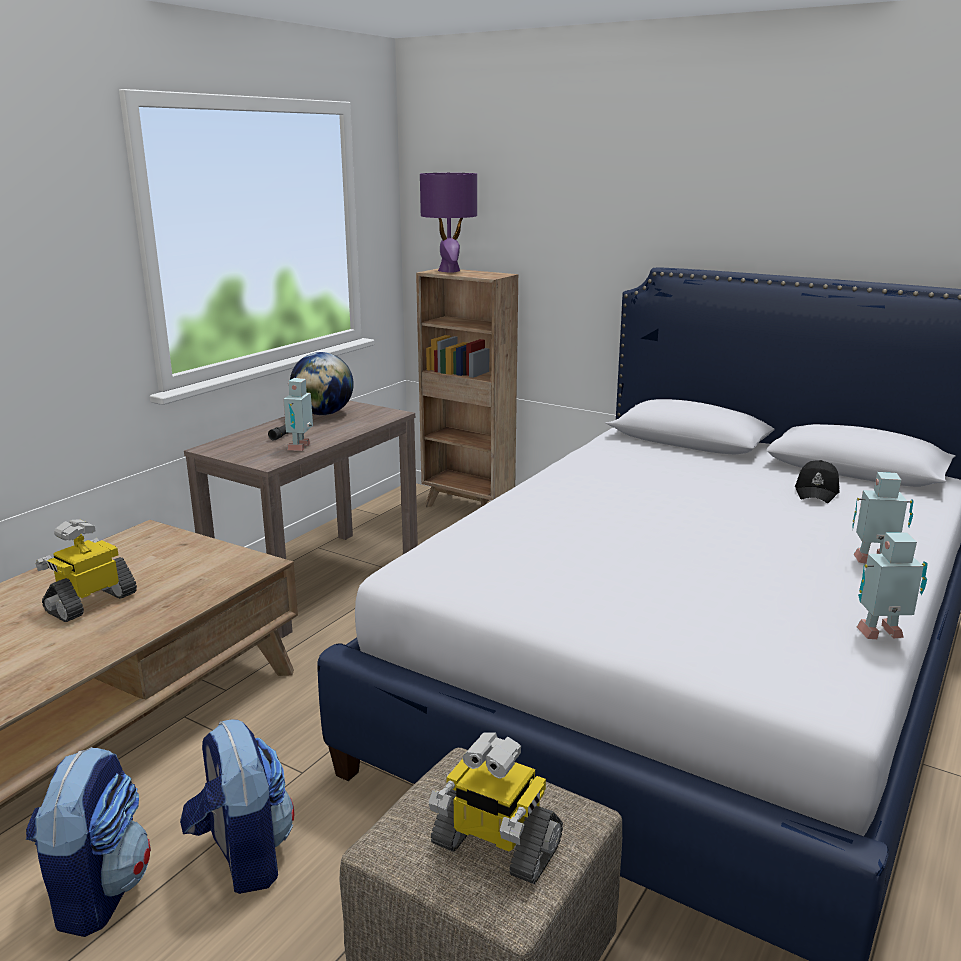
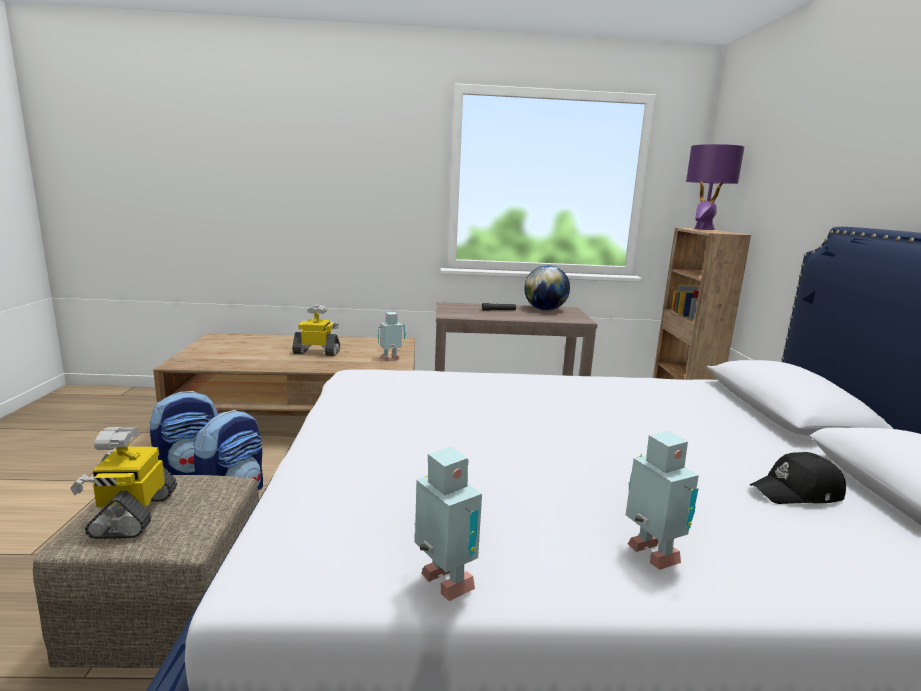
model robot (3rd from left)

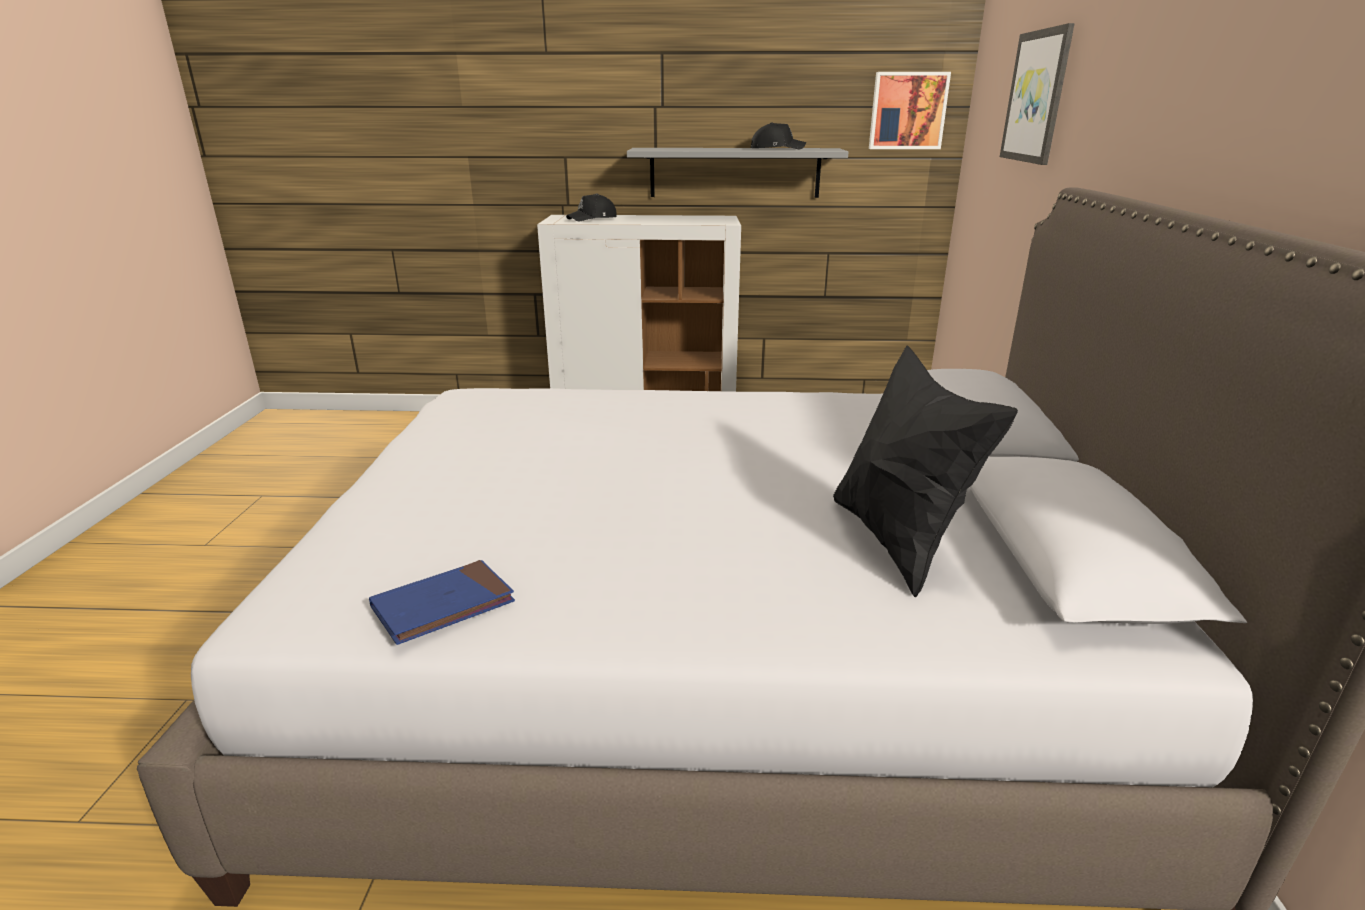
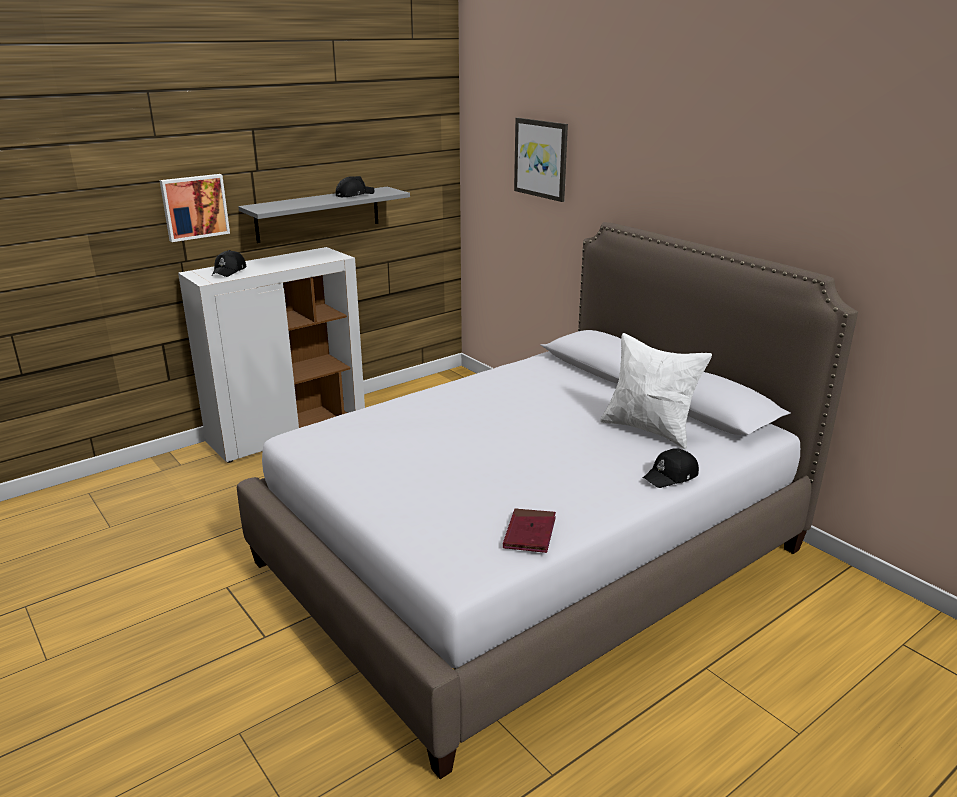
baseball cap/blackish (3rd from left)
picture (1st from left)
bound book/reddish
throw pillow/whitish

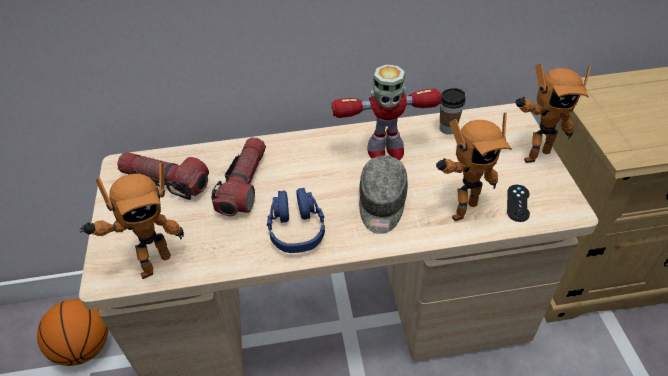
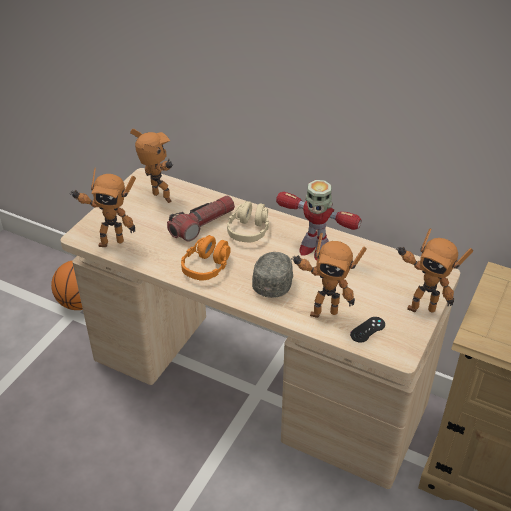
cup
pair of headphones/beige-coloured
model robot (2nd from left)
pair of headphones/orangey
baseball cap/gray

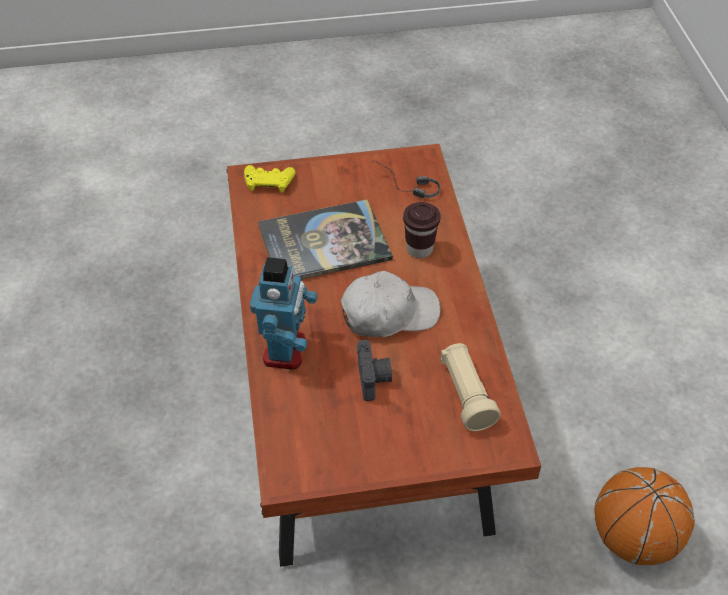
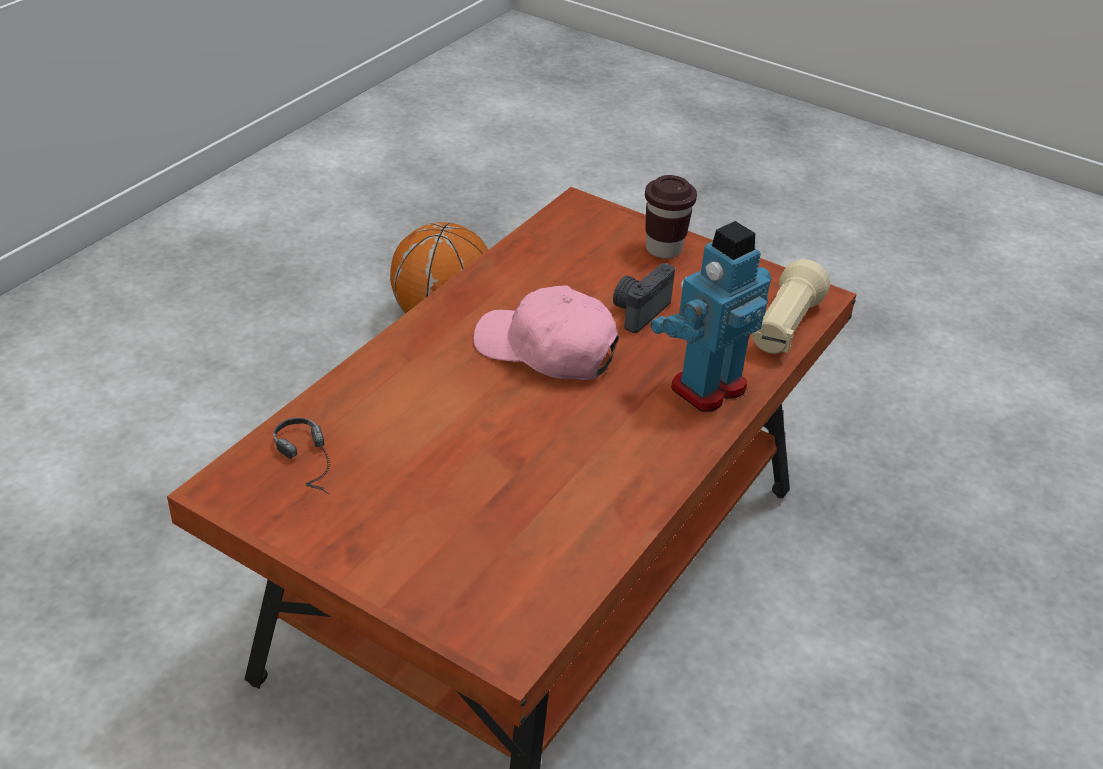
game controller/yellow
bound book
cup/brownish
hand torch/beige-coloured
baseball cap/pink

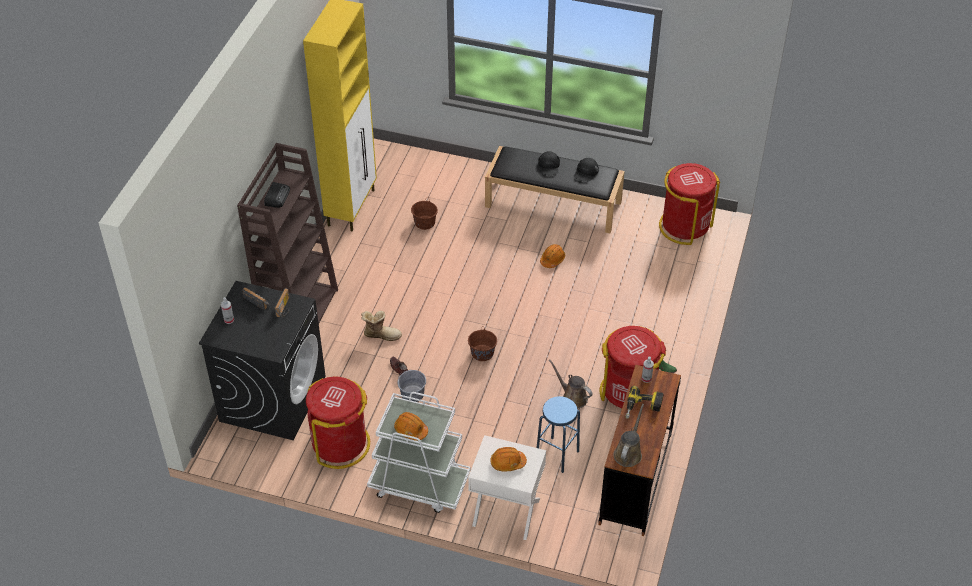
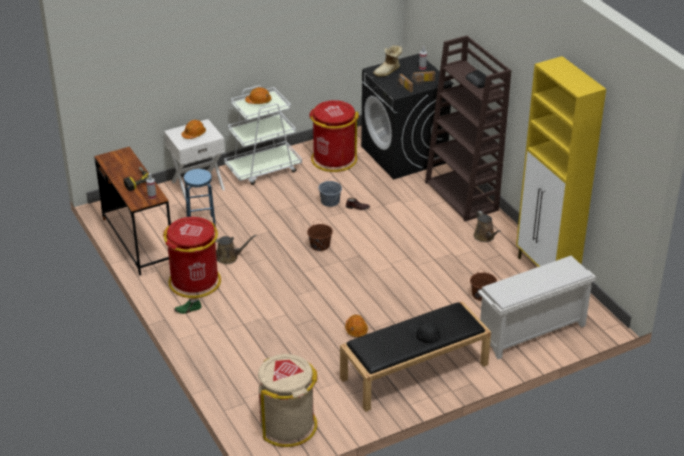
baseball cap/blackish (2nd from left in the first image)
shoe stand/whitish
high-top boot
watering can/brownish (2nd from left)
waste bin/beige-coloured

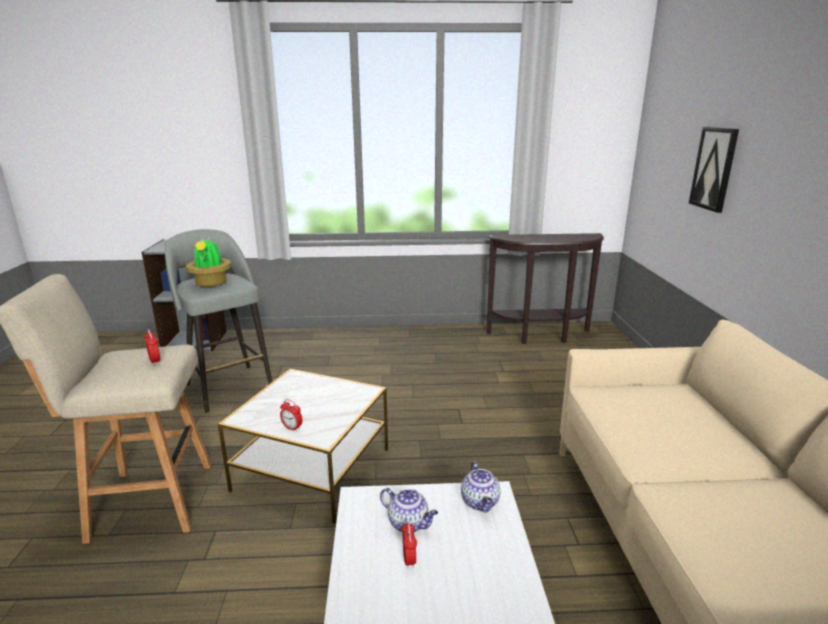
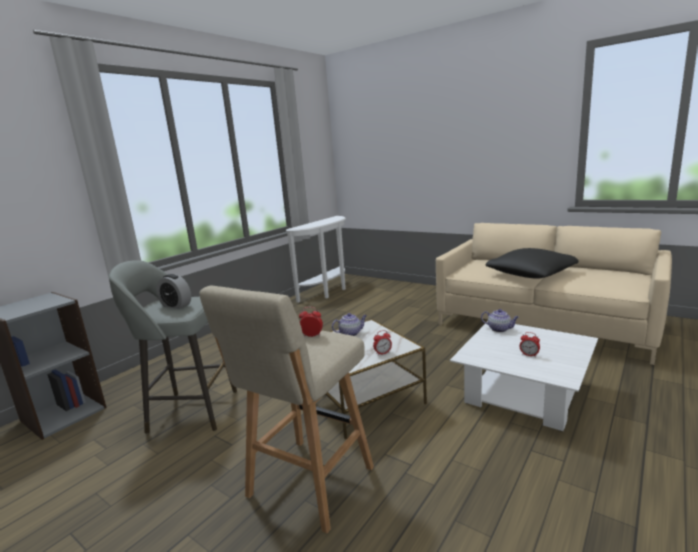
picture
throw pillow/blackish
tea pot (1st from left)
alarm clock (1st from left)
hall table/whitish

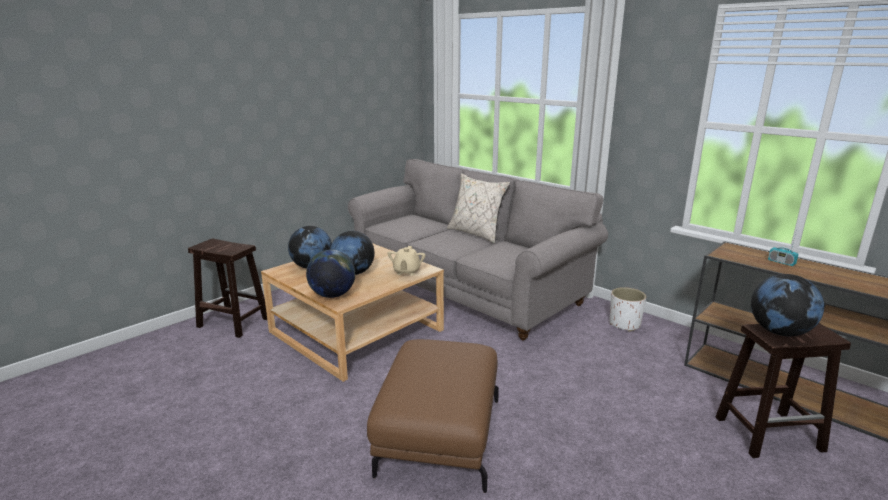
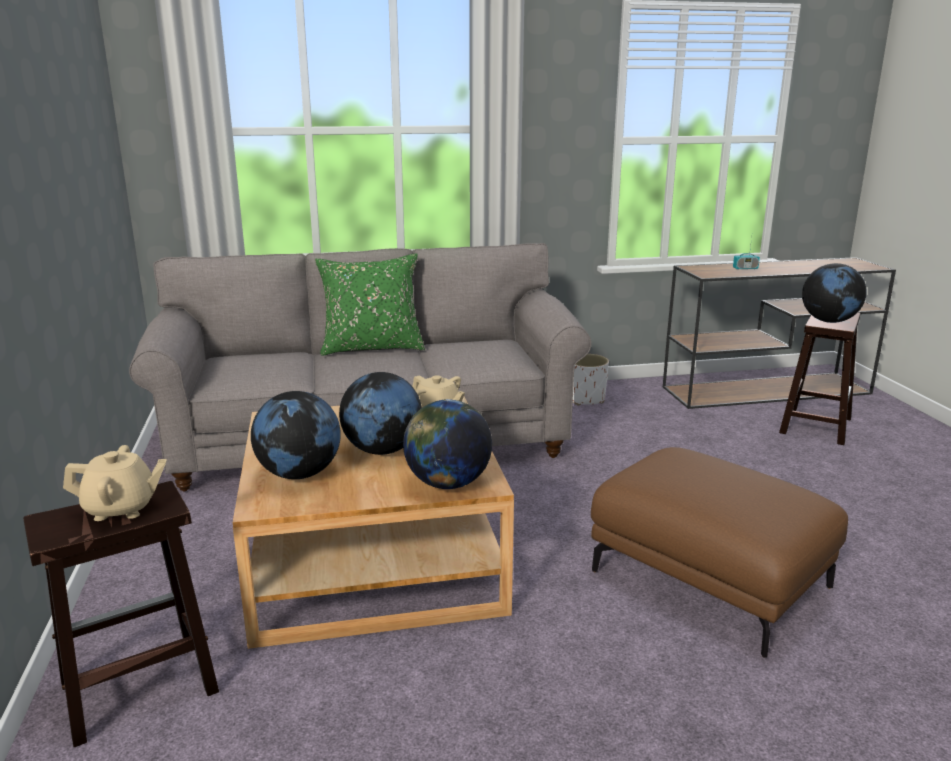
tea pot/beige-coloured (1st from left)
throw pillow/greenish

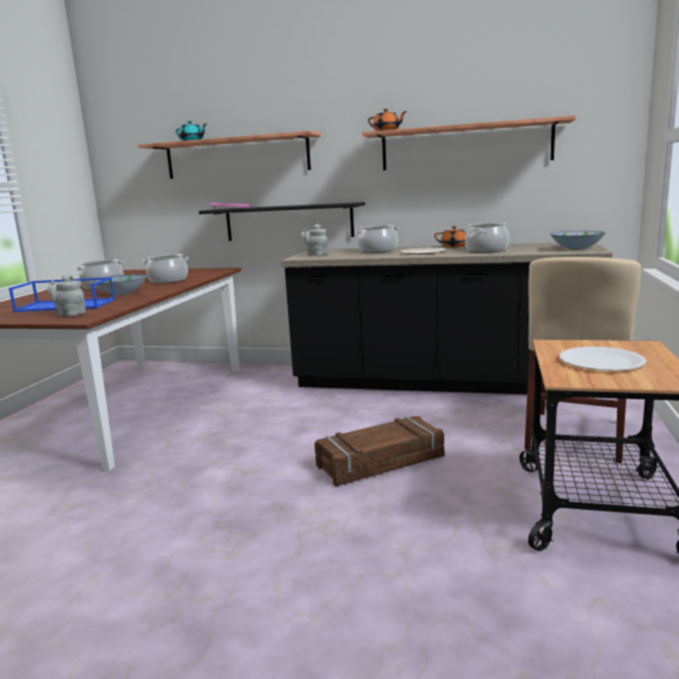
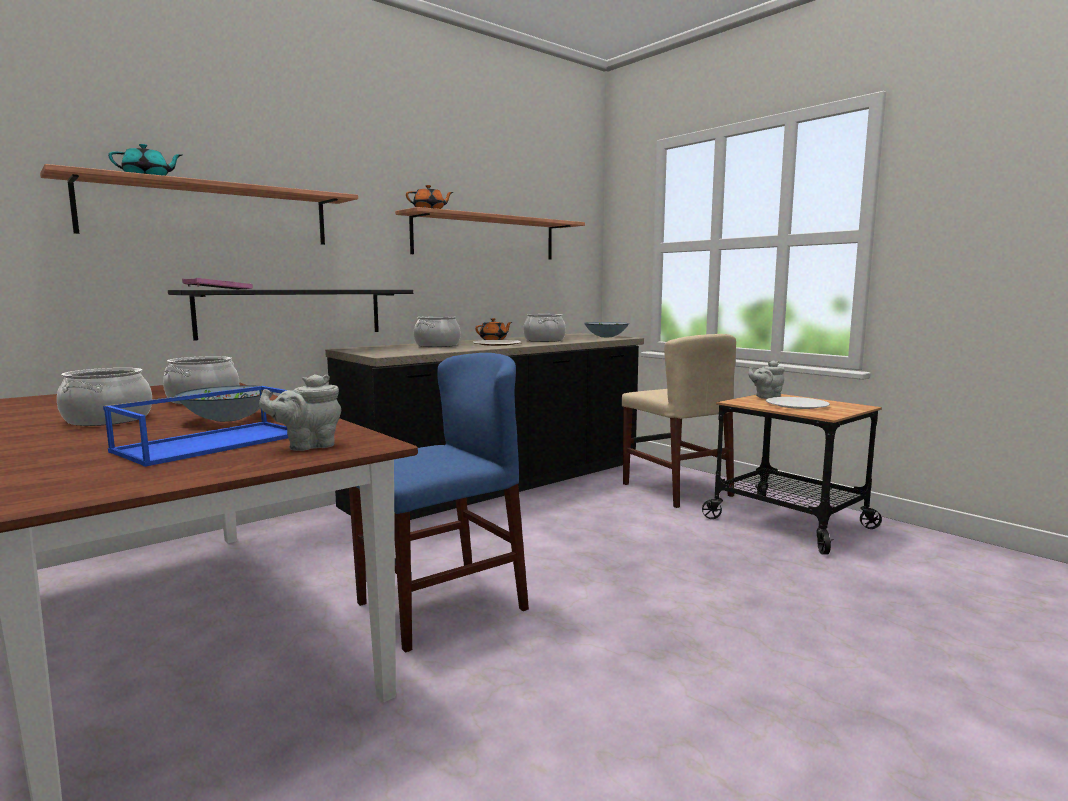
crate
chair/blue-coloured
tea pot/gray (2nd from left)

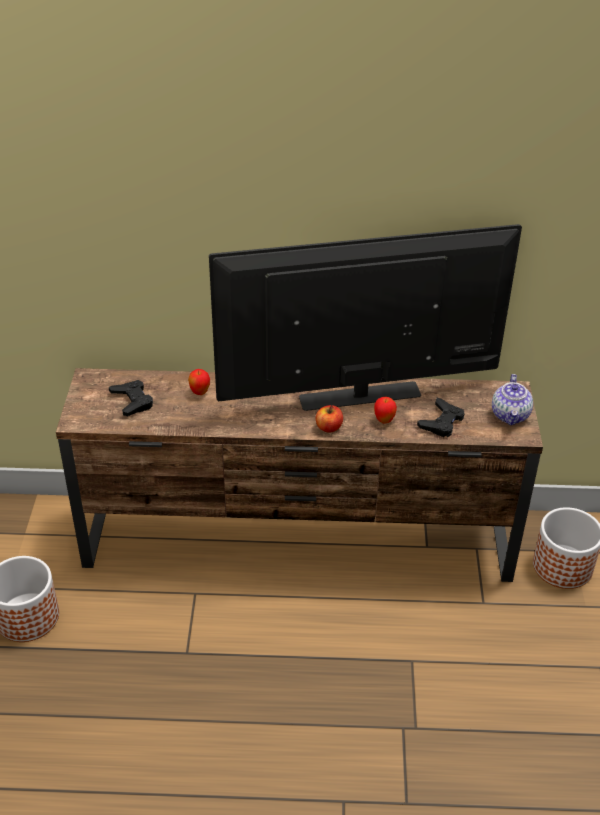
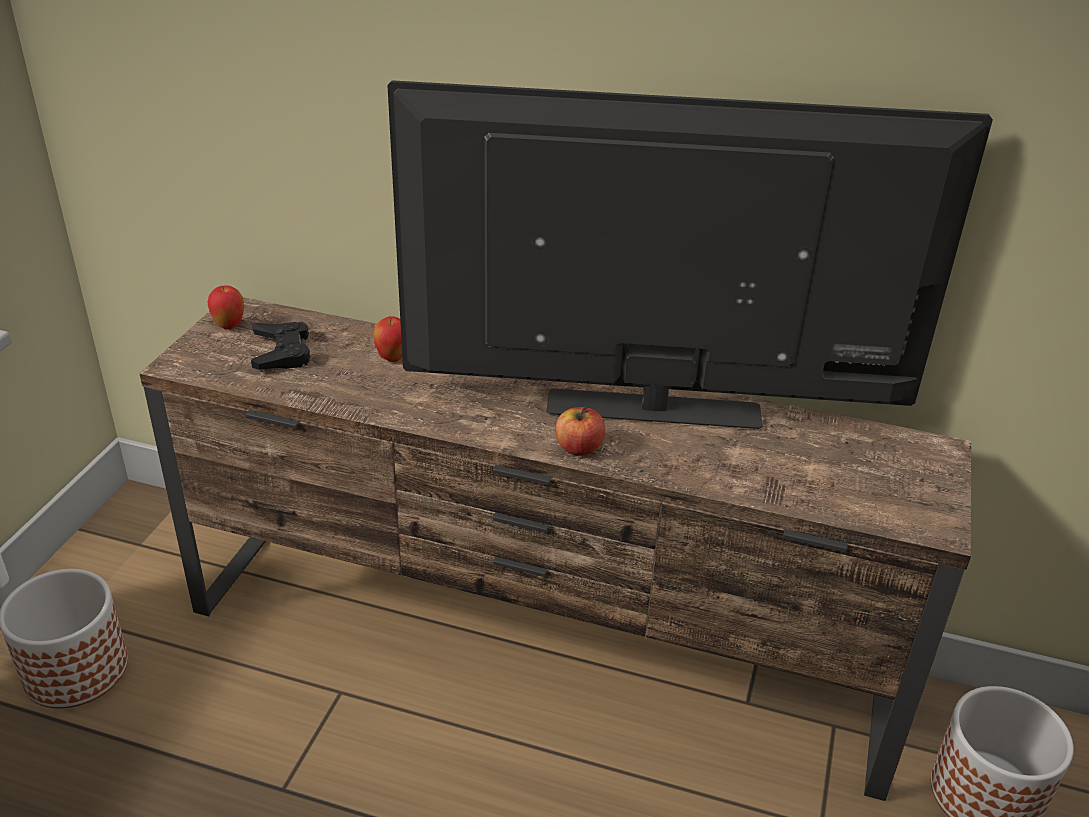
game controller/blackish (2nd from left in the first image)
tea pot
apple fruit (1st from left)

